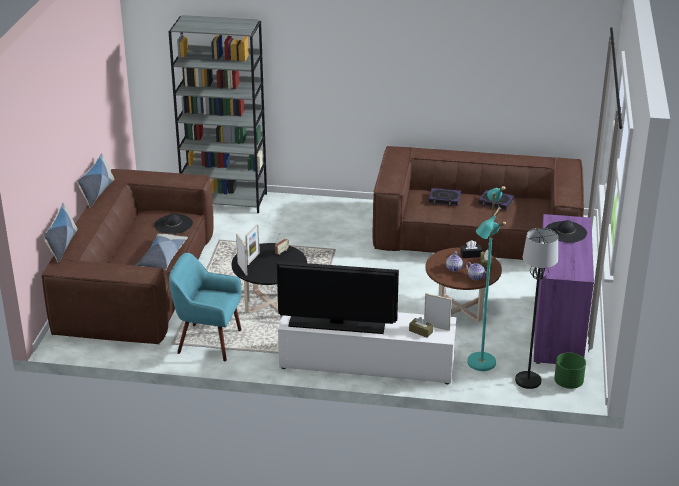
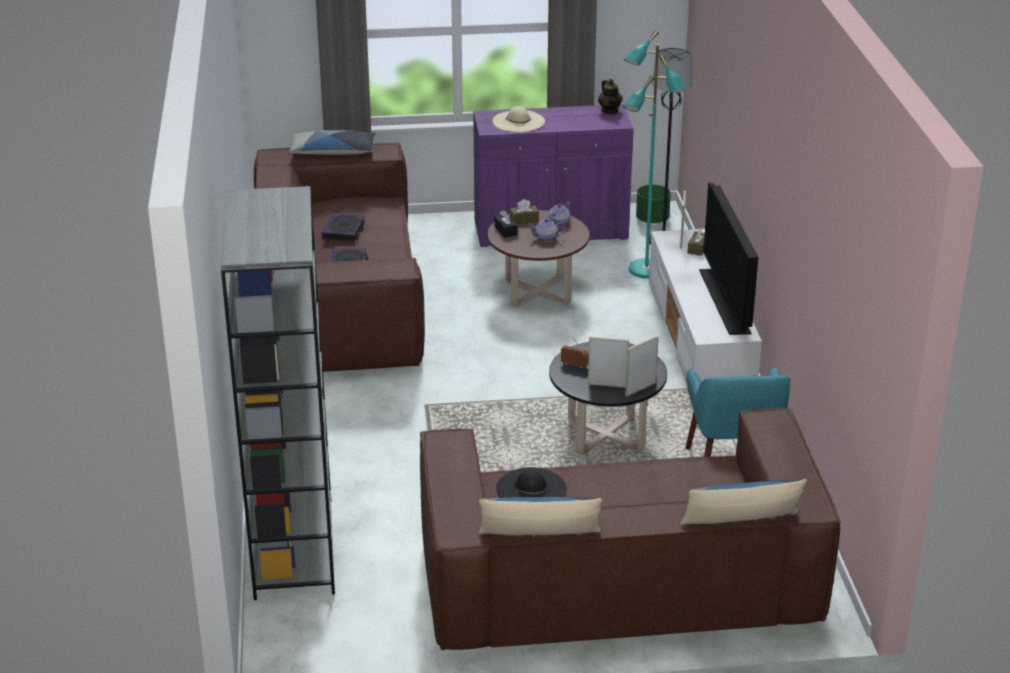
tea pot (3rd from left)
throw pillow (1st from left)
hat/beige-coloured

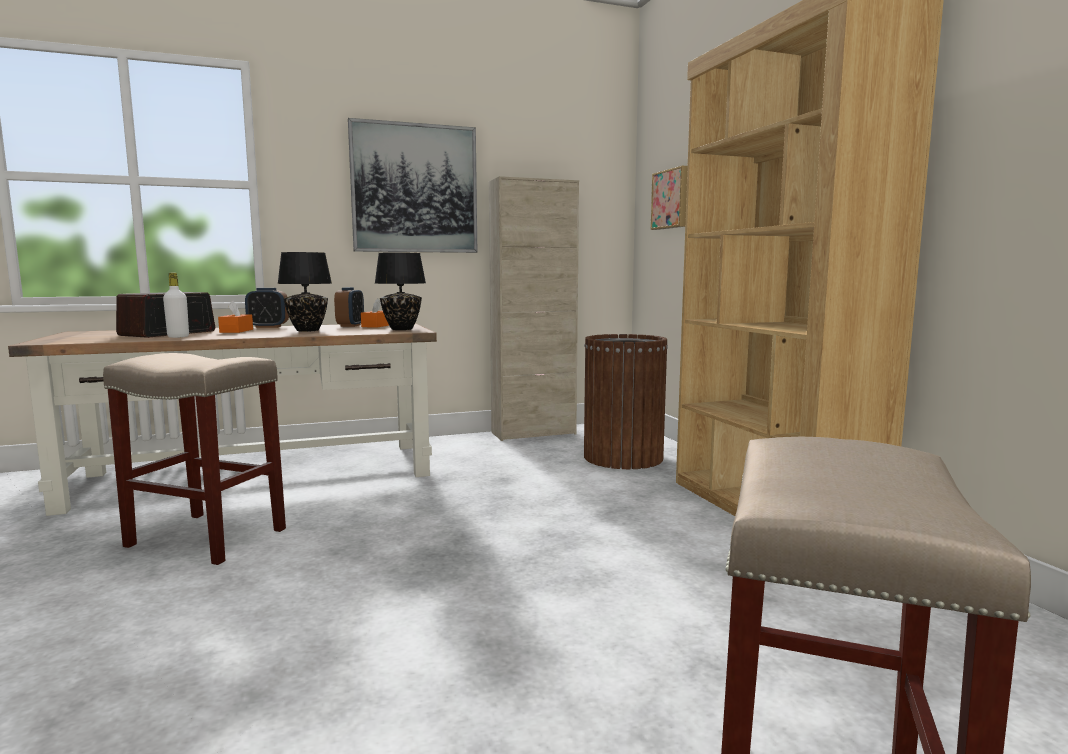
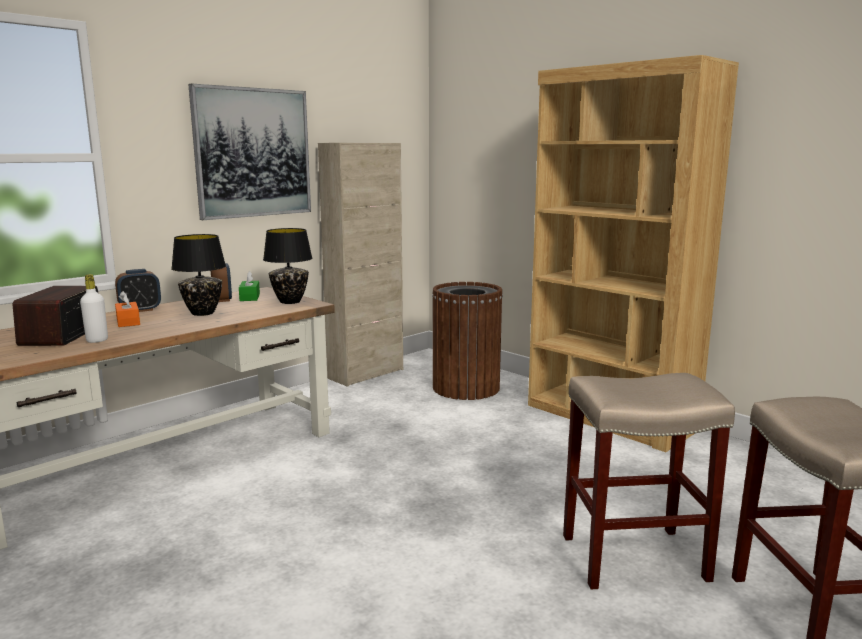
picture (2nd from left in the first image)
stool/beige-coloured (1st from left)
box of tissues/greenish

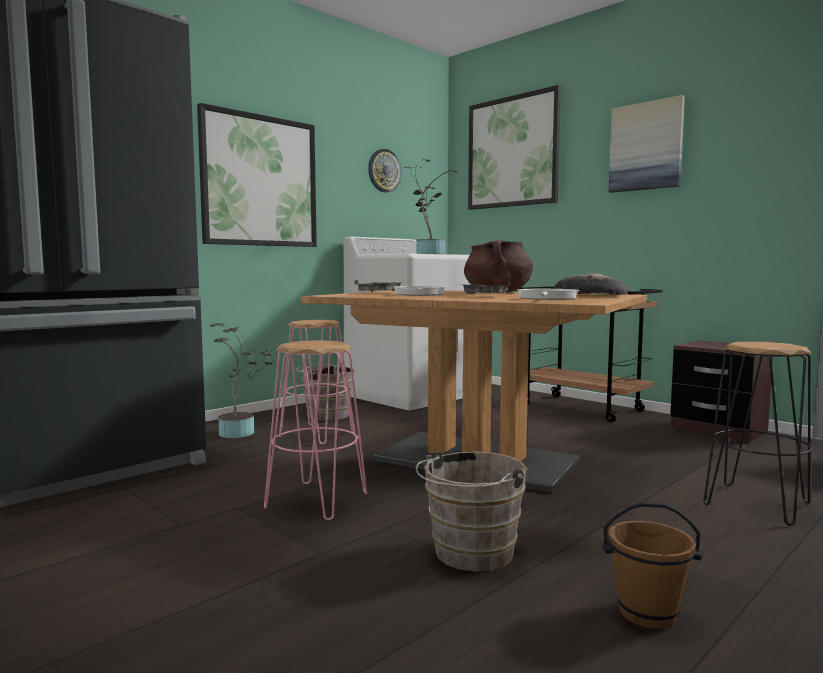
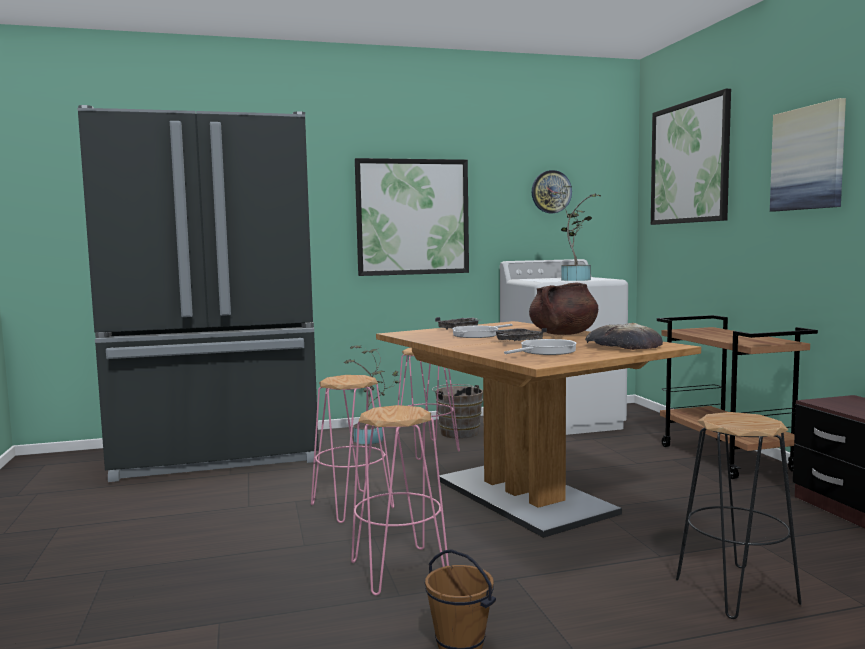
stool/pink (2nd from left)

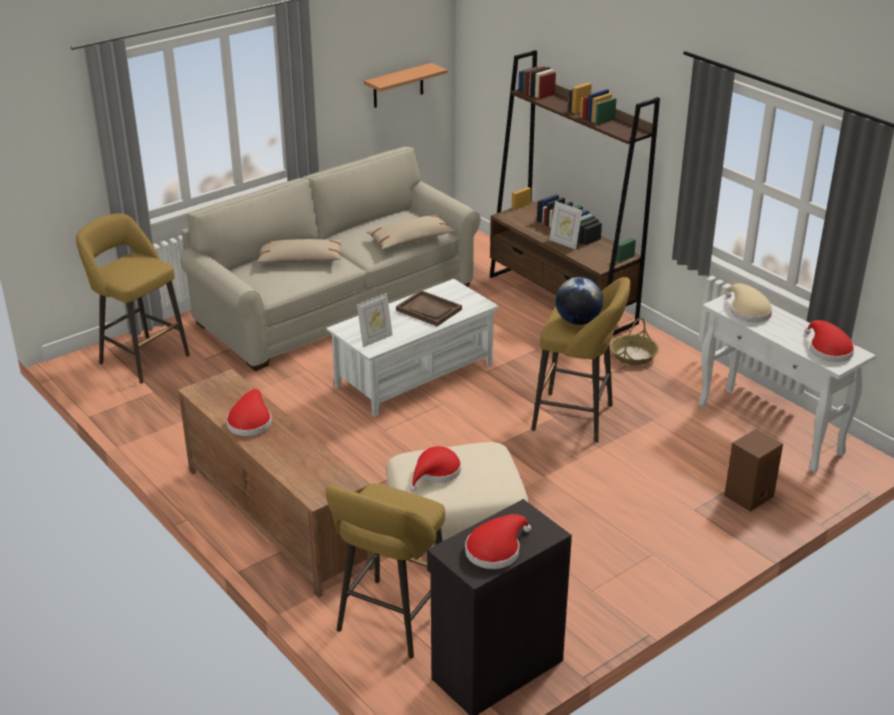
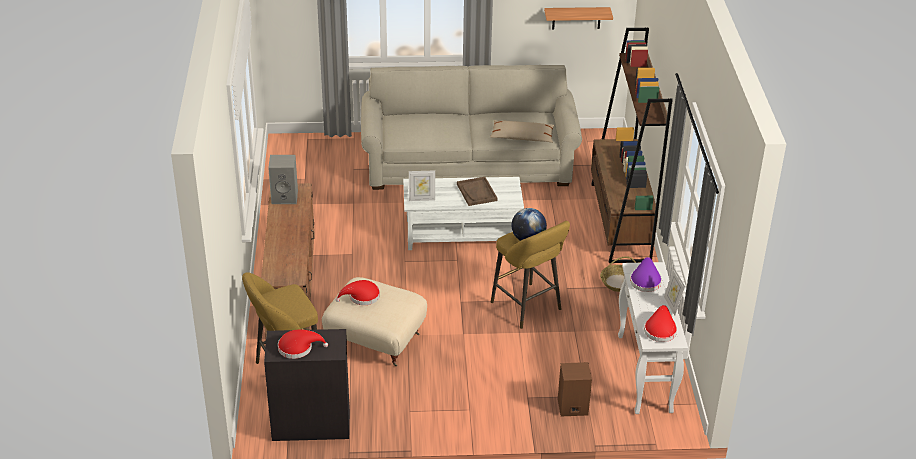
stool/yellow (1st from left in the first image)
hat/reddish (1st from left in the first image)
throw pillow/beige-coloured (1st from left in the first image)
speaker/gray
photo frame (2nd from left)
hat/purplish

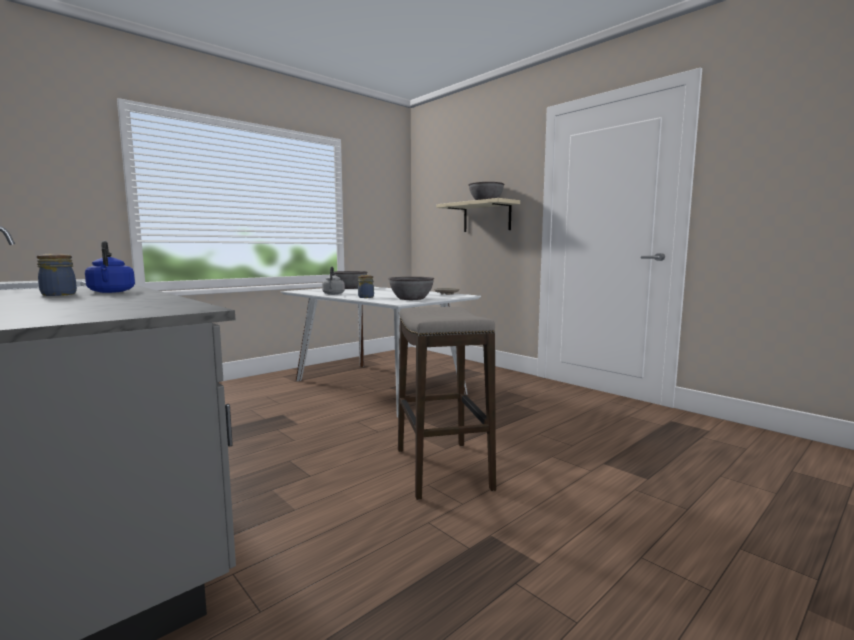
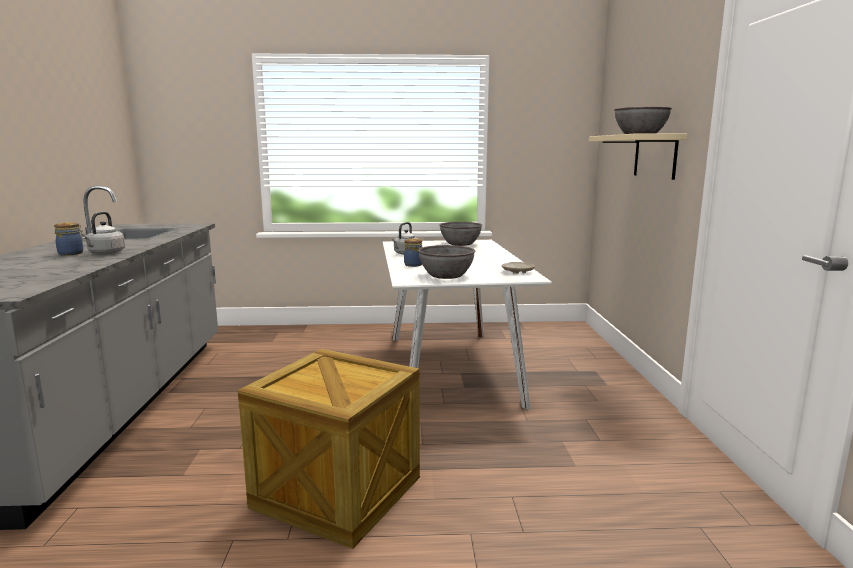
crate
tea kettle/gray (1st from left)

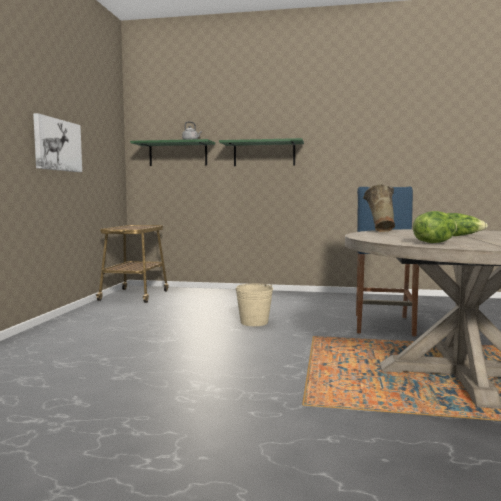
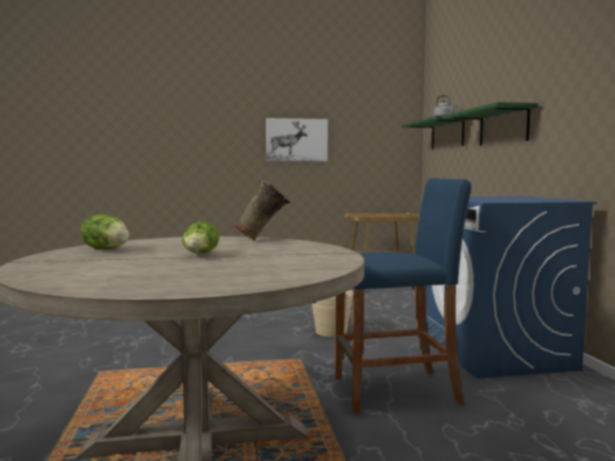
washing machine/blue-coloured

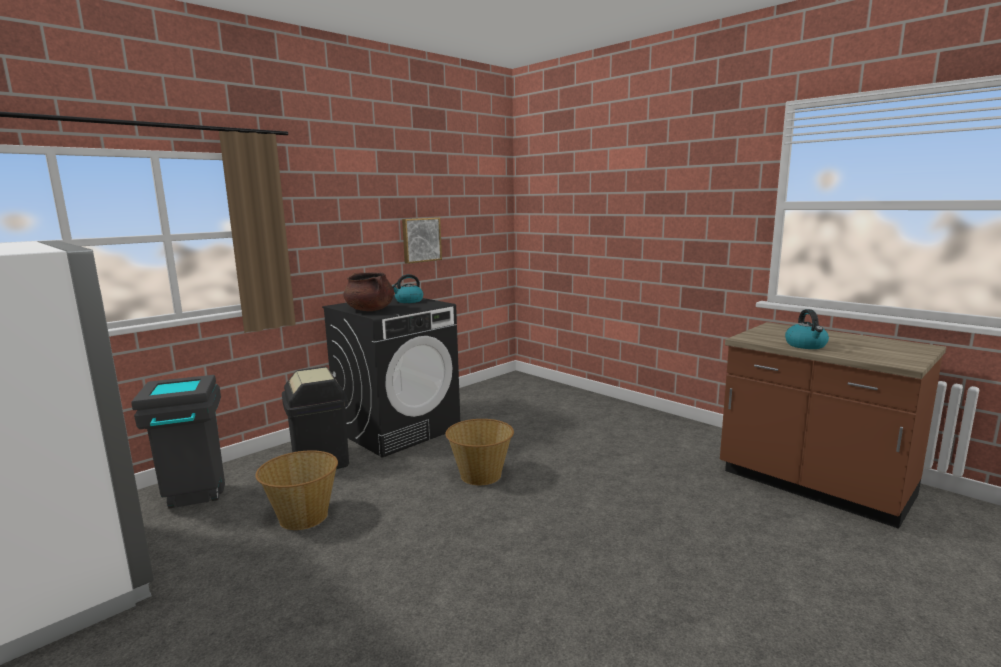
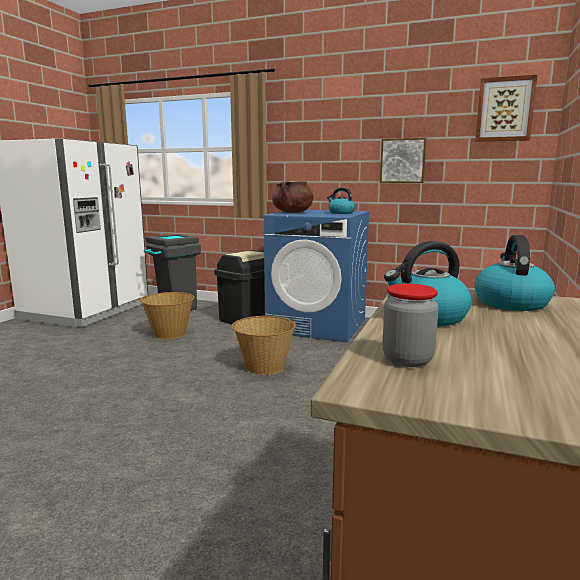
storage jar
picture (2nd from left)
tea kettle (3rd from left)
washing machine/blue-coloured

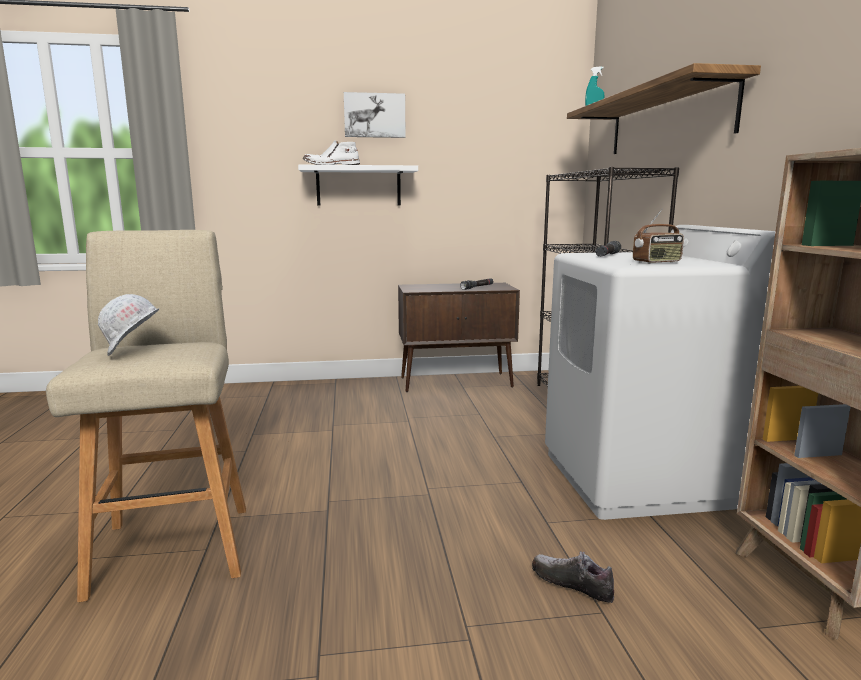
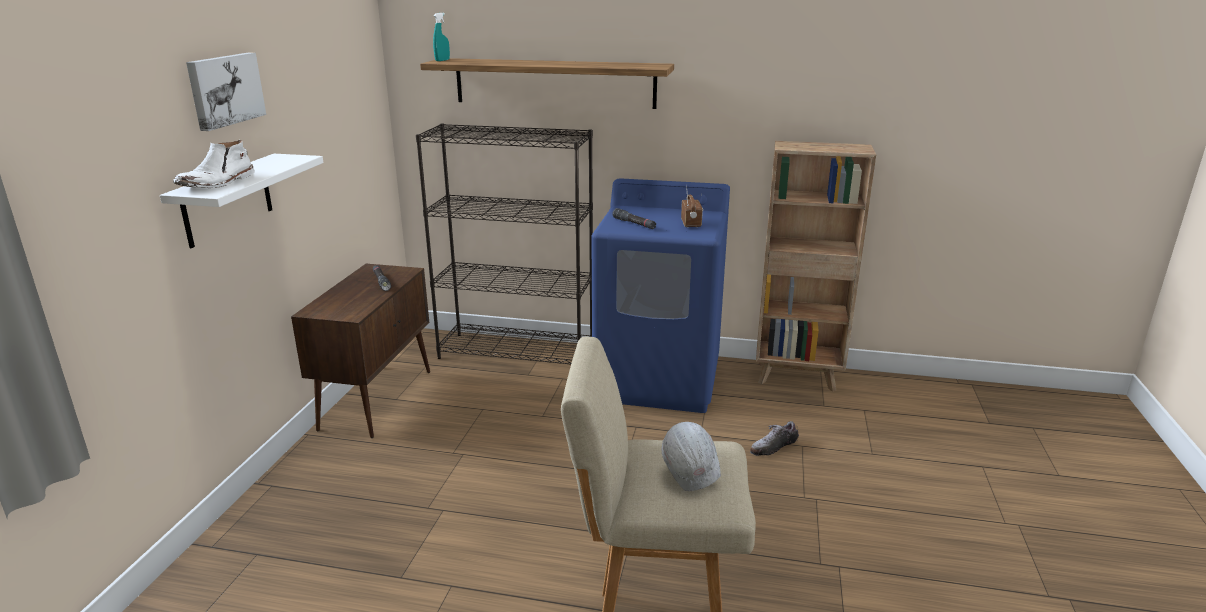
washing machine/blue-coloured

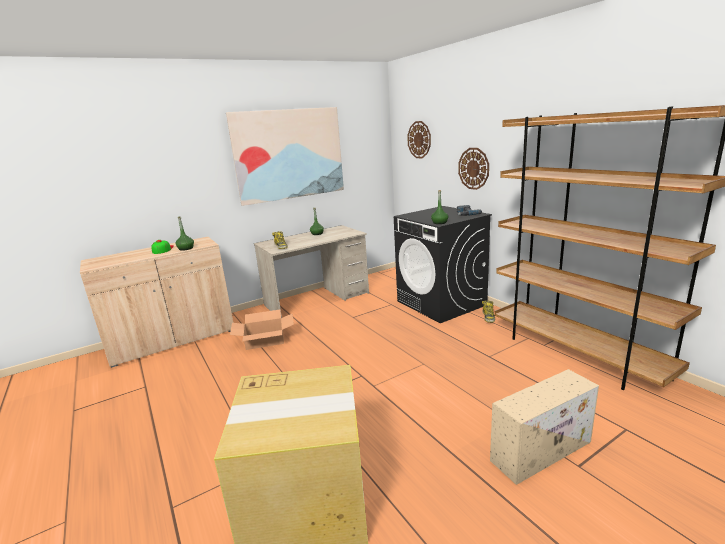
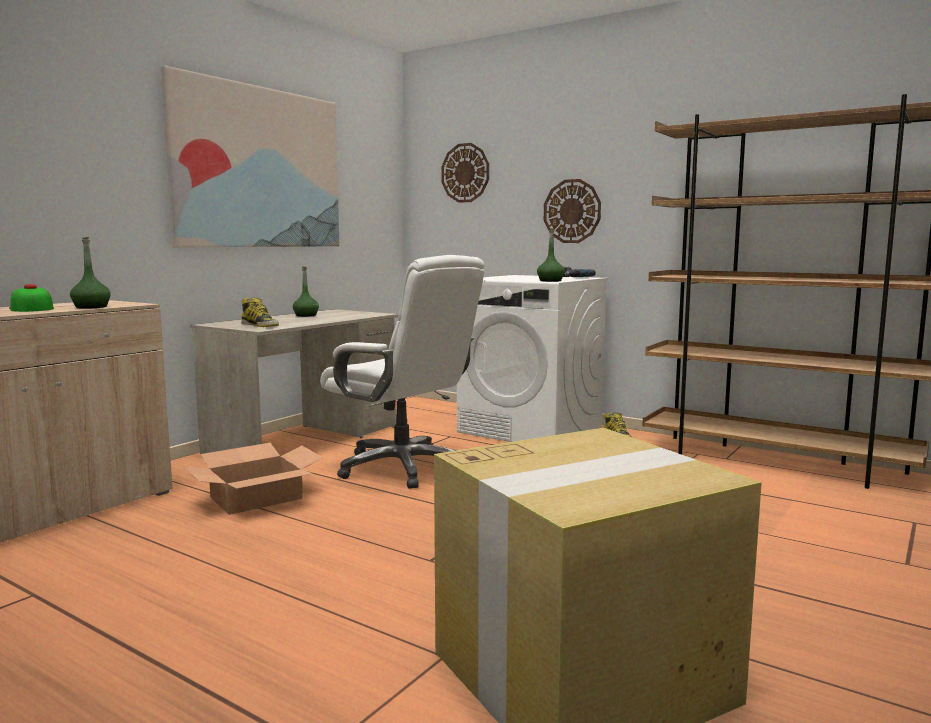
storage box/beige-coloured
desk chair/whitish
washing machine/whitish

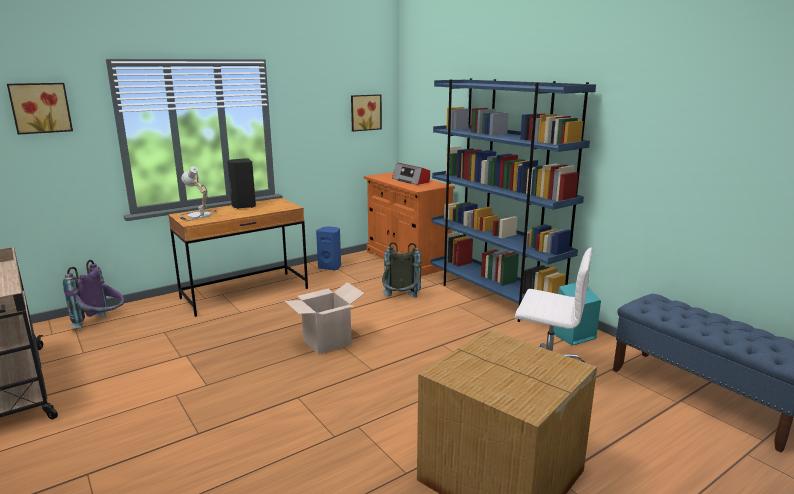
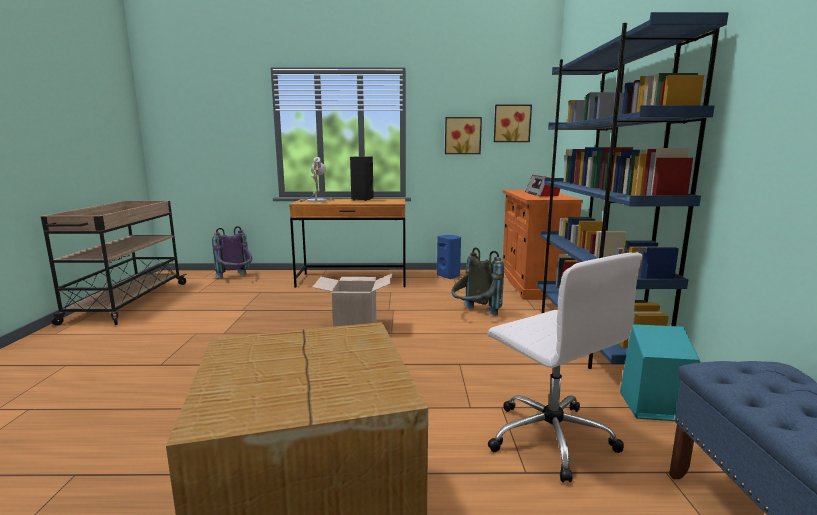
picture (1st from left)

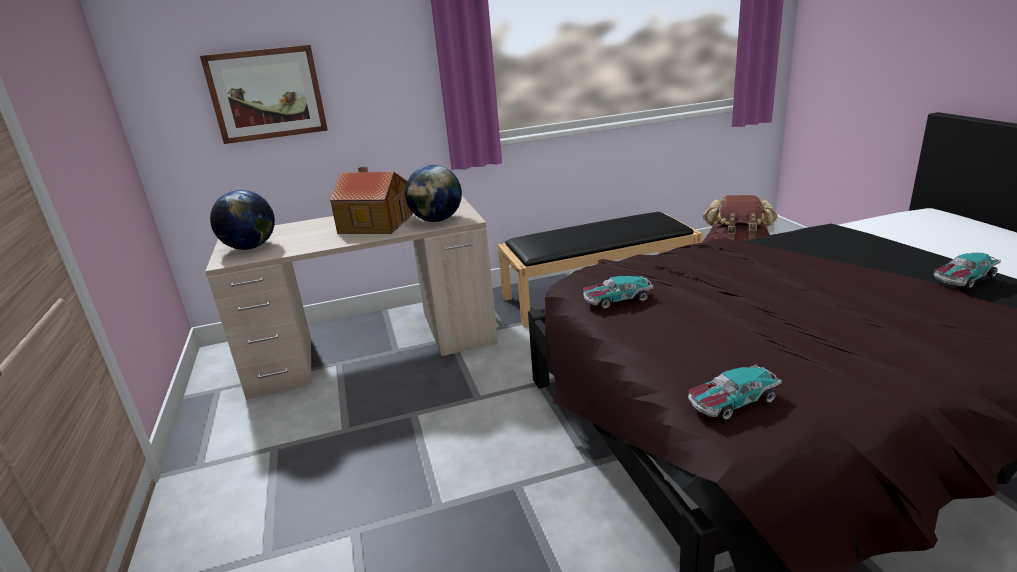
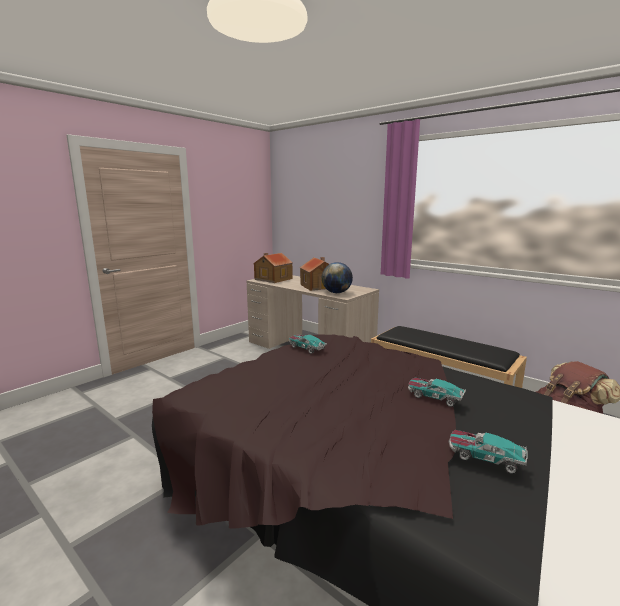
picture
toy car (2nd from left)
model house (1st from left)

